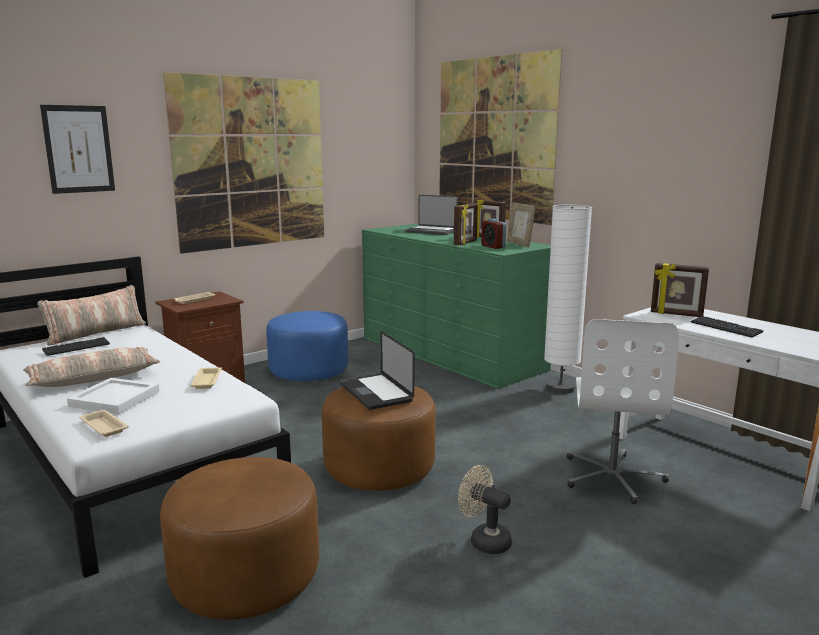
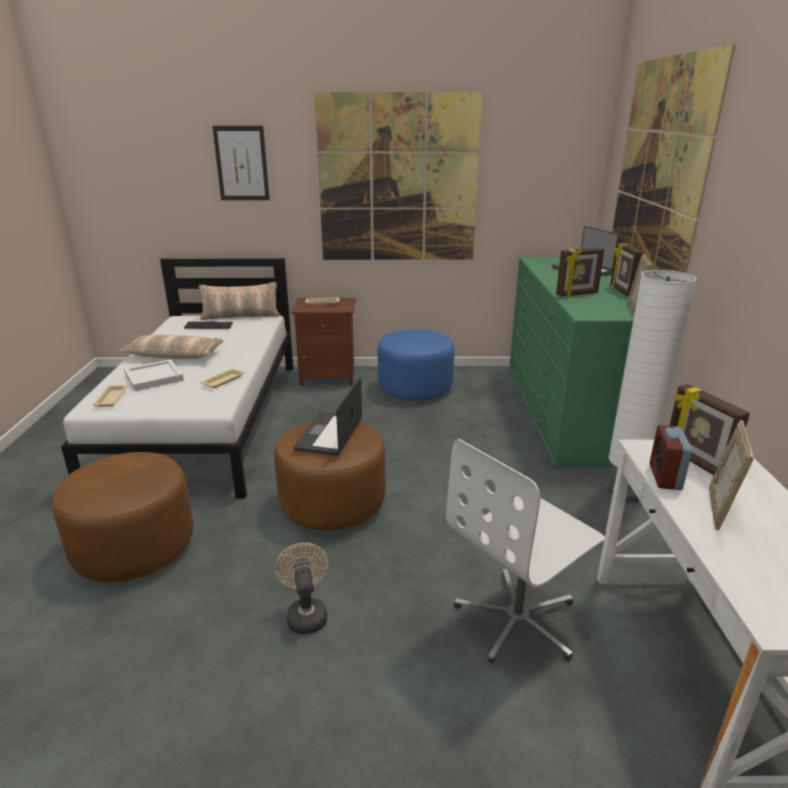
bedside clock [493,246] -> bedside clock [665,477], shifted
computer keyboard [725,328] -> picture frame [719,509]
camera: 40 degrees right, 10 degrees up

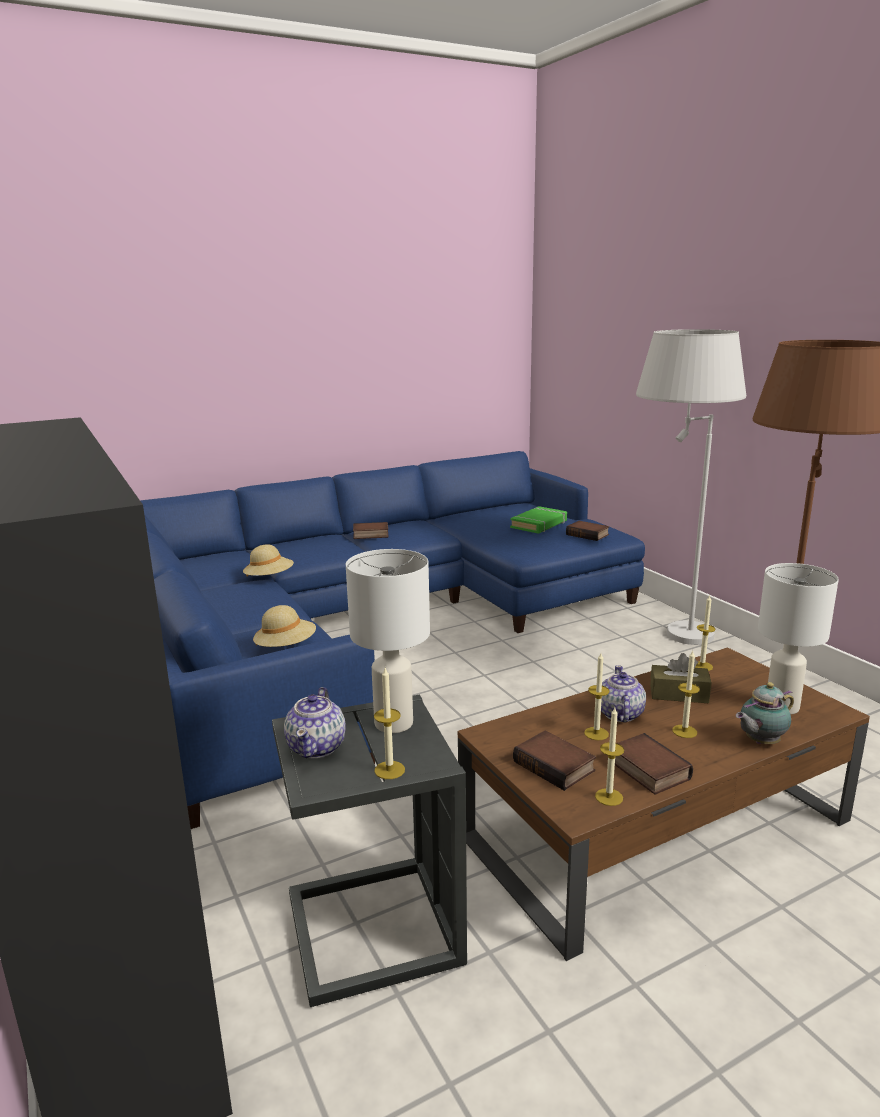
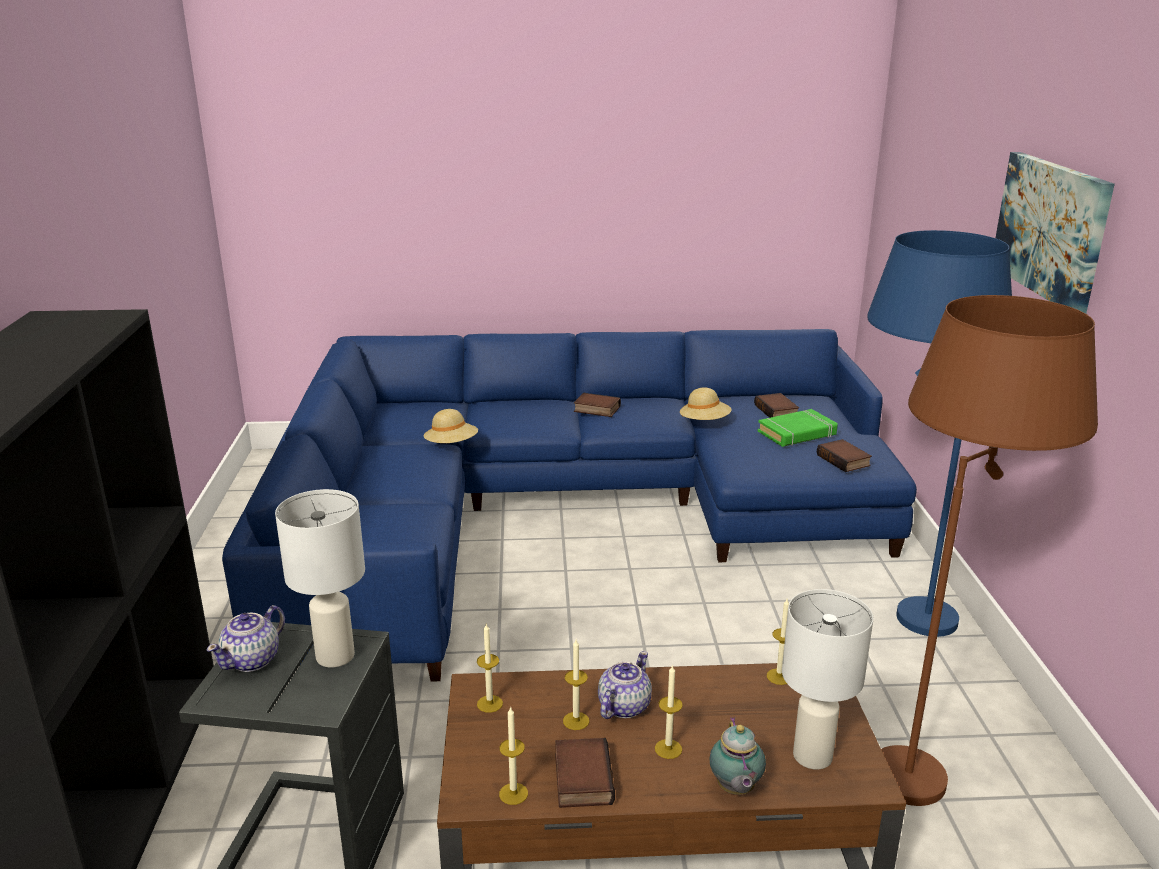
candle [389,770] -> candle [489,704], shifted
sand-coloured wearable hat [286,647] -> sand-coloured wearable hat [704,422], shifted
tea pot [760,742] -> tea pot [735,789], 90 degrees counterclockwise
volume [556,766] -> volume [777,411], shifted
white-coloured standard lamp [669,639] -> blue standard lamp [893,618]
none -> wall art [1051,229]
brownish tissue holder [679,694] -> none
camera: 25 degrees right, 5 degrees up

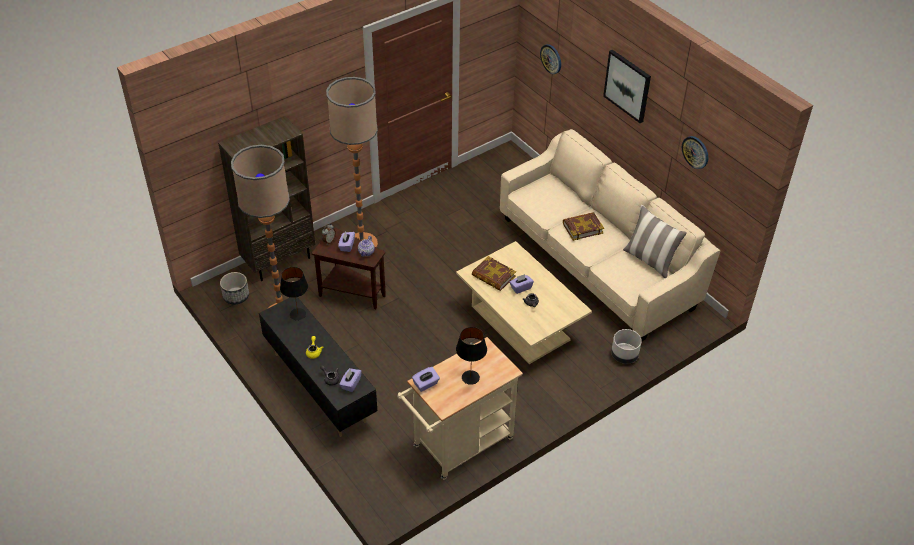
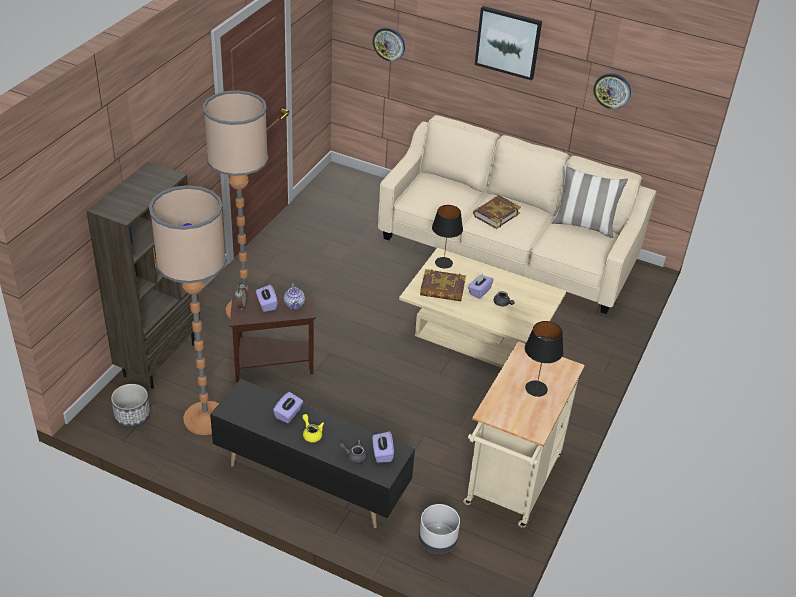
purple-coloured tissue holder [426,384] -> purple-coloured tissue holder [288,414], shifted
greyish planter [624,355] -> greyish planter [438,541], shifted
black lamp for a table [298,314] -> black lamp for a table [444,263], shifted
camera: 30 degrees left, 5 degrees down

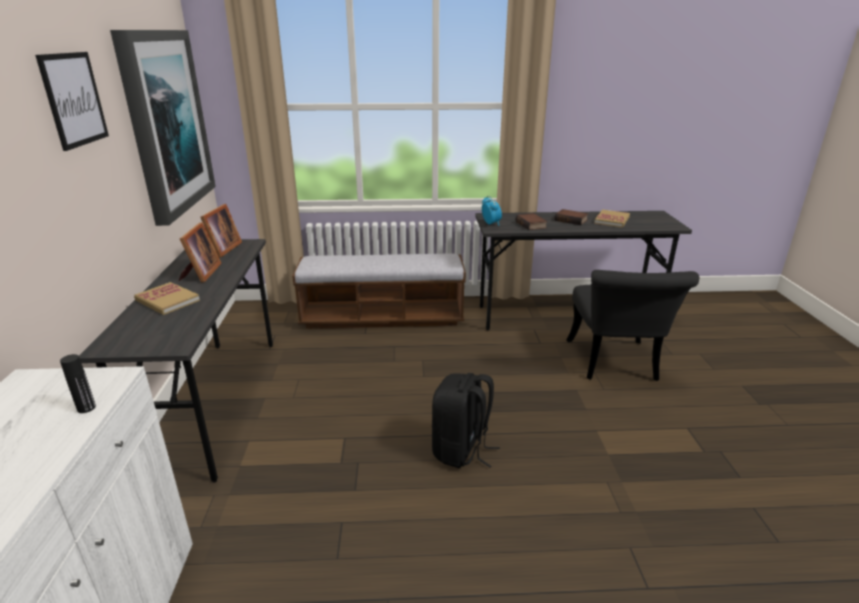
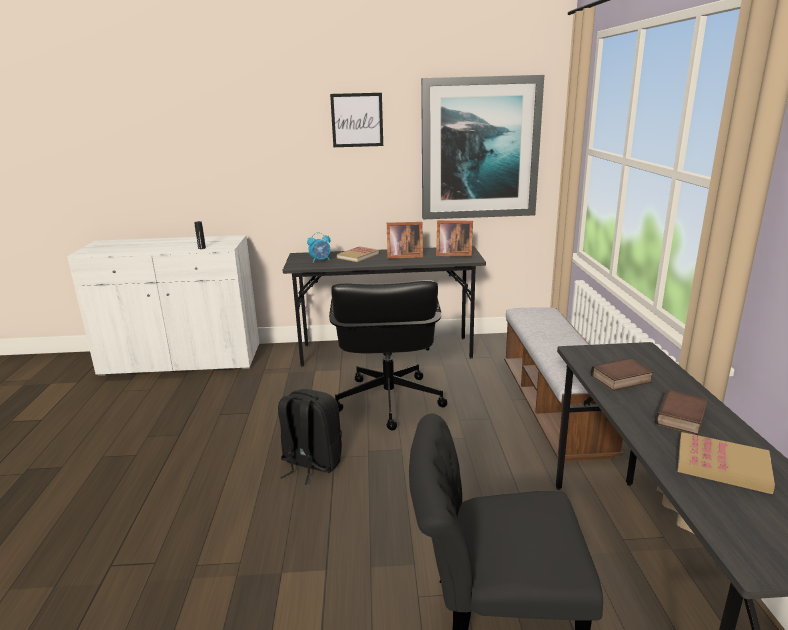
bedside clock [491,224] -> bedside clock [320,260], shifted
none -> black office chair [388,401]
camera: 90 degrees right, 5 degrees down

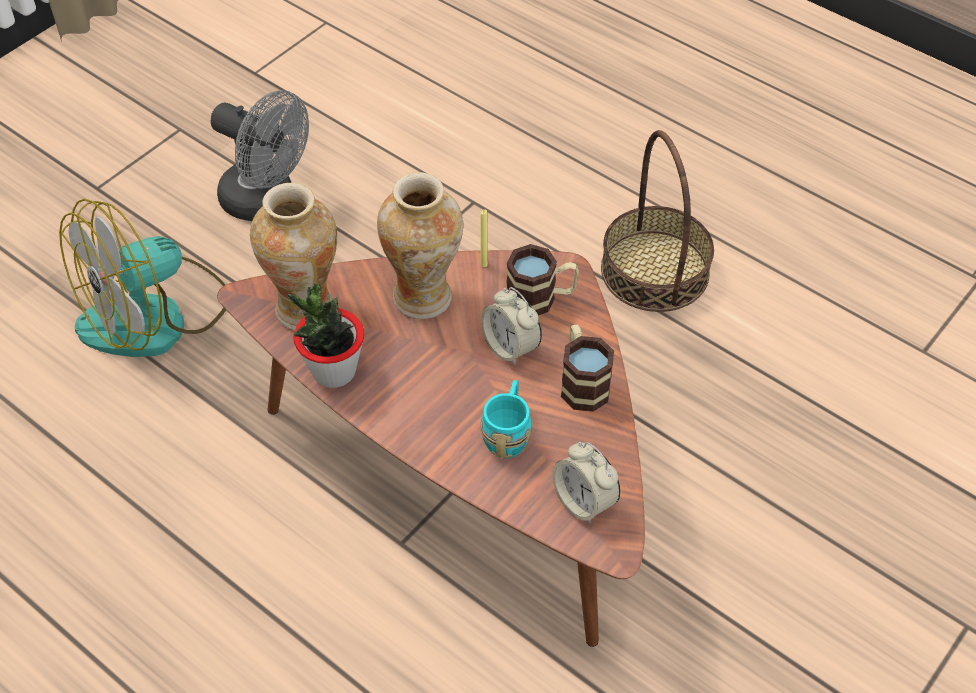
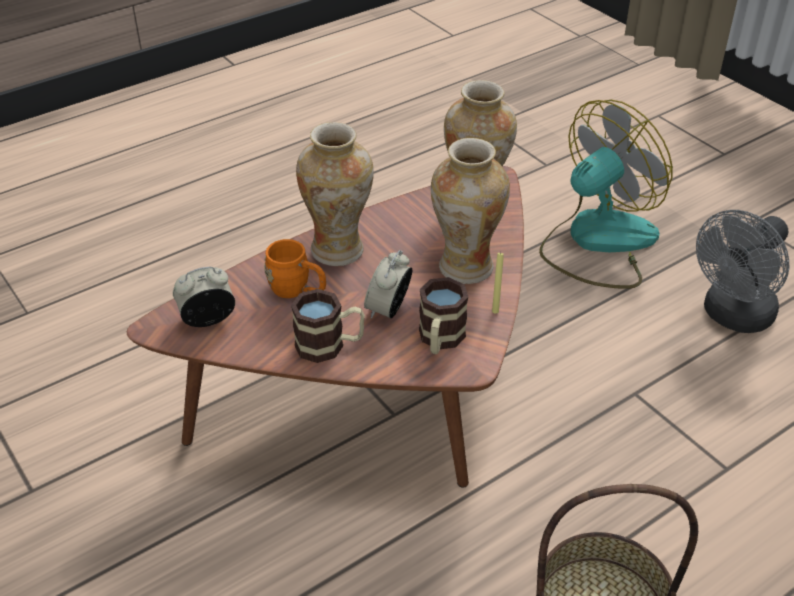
turquoise-coloured coffee mug [508,433] -> orange coffee mug [297,291]
none -> flower vase [338,251]
bedside clock [510,347] -> bedside clock [388,309], 45 degrees counterclockwise
fan [155,316] -> fan [597,242], 75 degrees clockwise
houseplant [333,371] -> none
camera: 105 degrees right, 10 degrees down

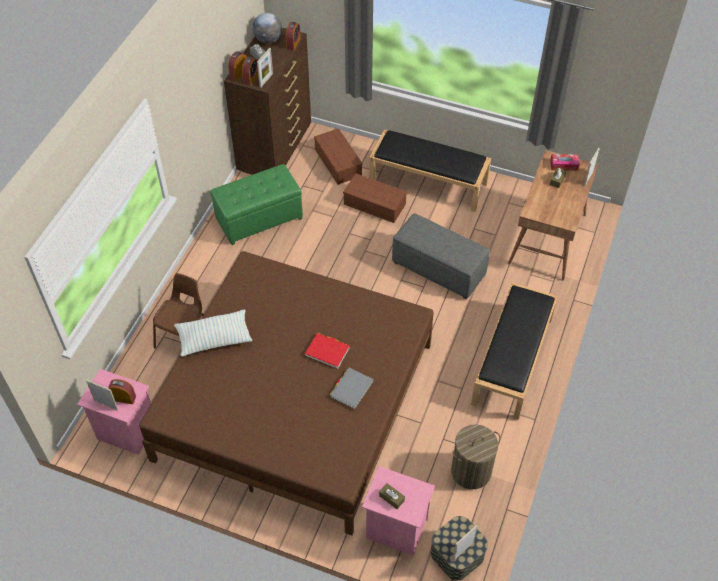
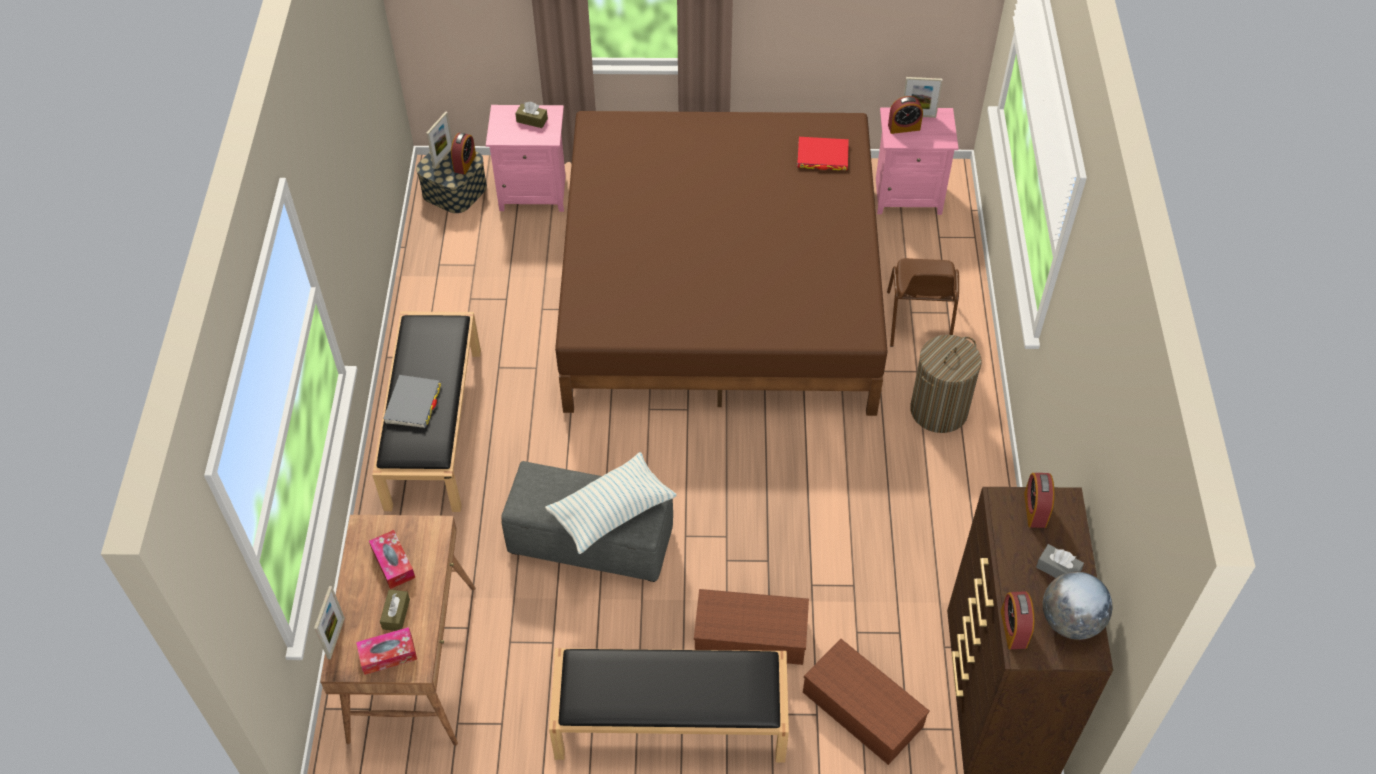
none -> tissue holder [393,563]
greyish volume [351,389] -> greyish volume [413,403], shifted
bedside clock [239,73] -> bedside clock [465,163], shifted
throw pillow [214,338] -> throw pillow [611,511], shifted
reddish volume [327,352] -> reddish volume [822,156], shifted
washing basket [471,471] -> washing basket [939,410], shifted
green footrest [259,218] -> none
picture frame [266,80] -> none
camera: 160 degrees right, 0 degrees up

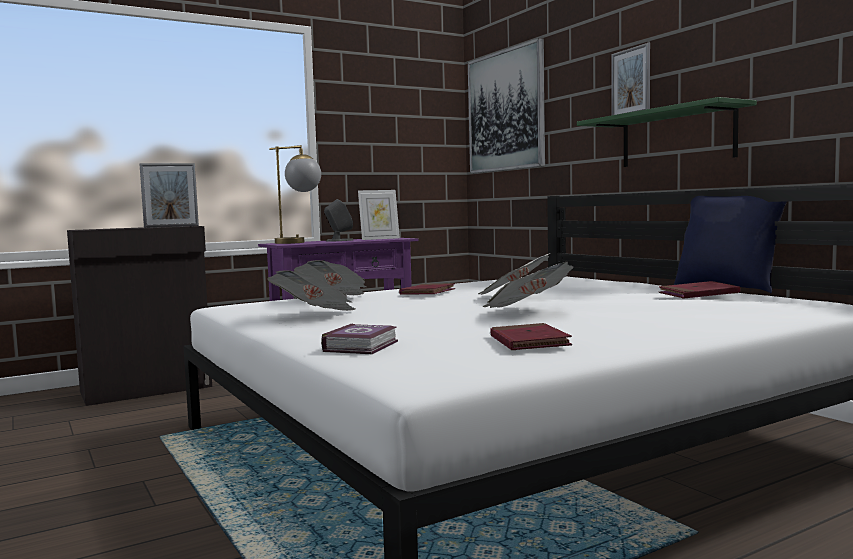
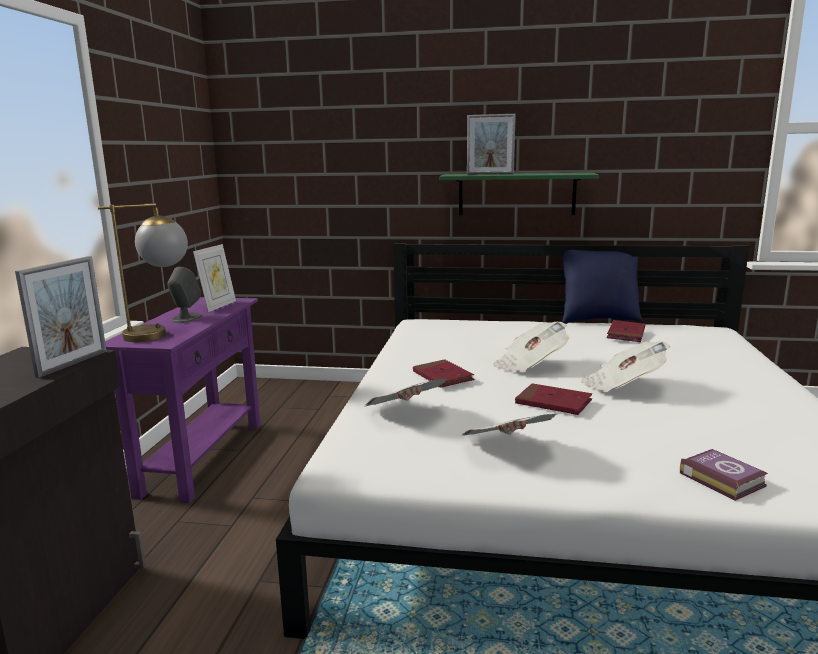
reddish volume [529,342] -> reddish volume [553,403], shifted
wall art [506,111] -> none
camera: 50 degrees left, 10 degrees up

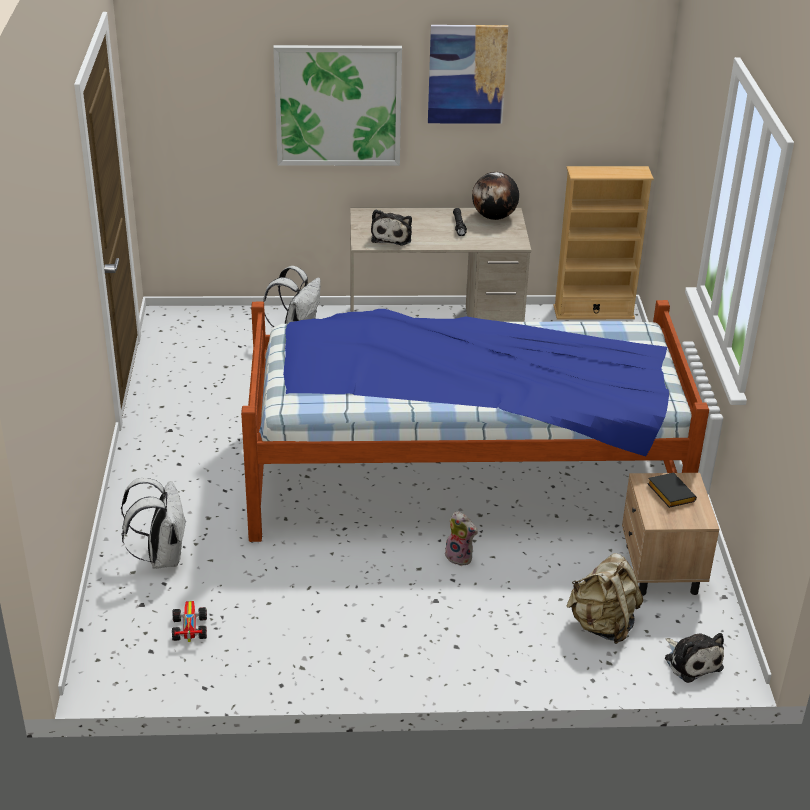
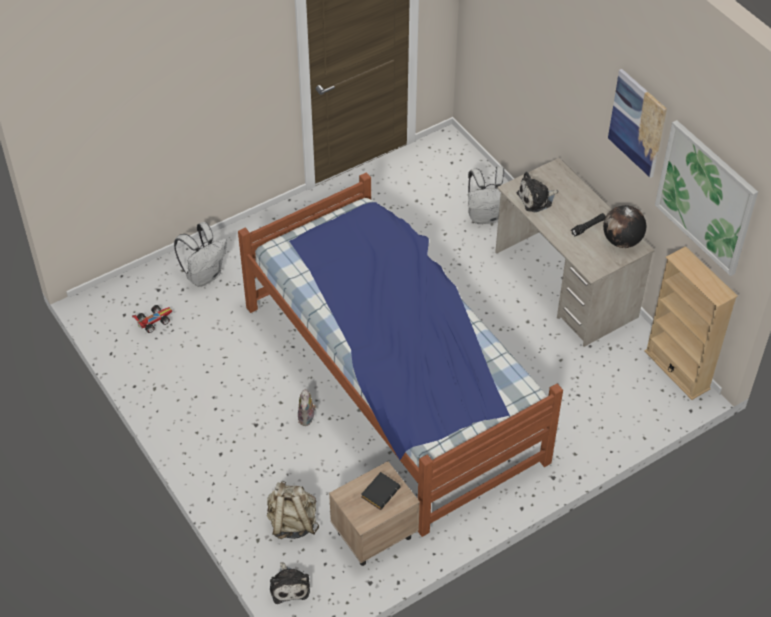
soft toy [691,661] -> soft toy [289,586], 45 degrees counterclockwise
wall art [338,105] -> wall art [706,197], shifted
camera: 60 degrees right, 15 degrees up

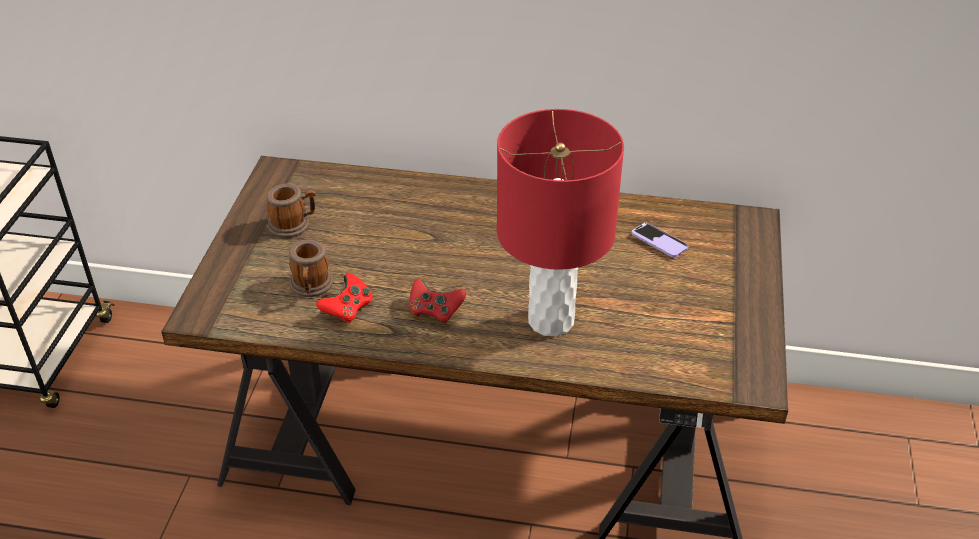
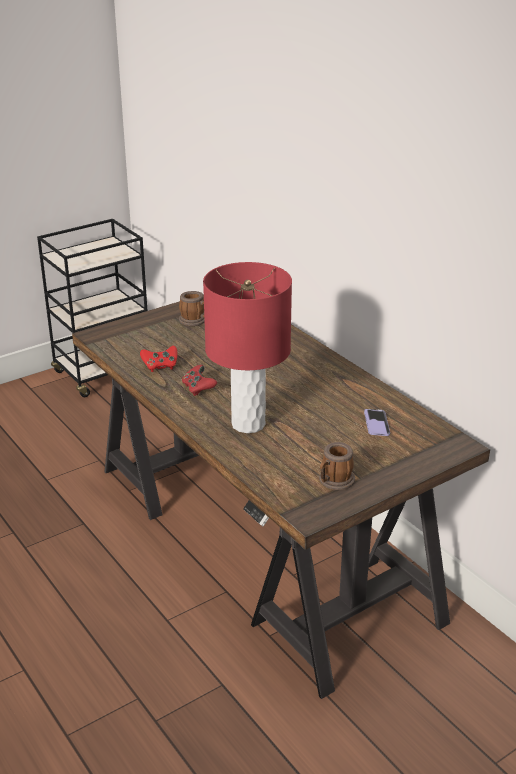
coffee mug [311,287] -> coffee mug [334,482], shifted
camera: 45 degrees right, 10 degrees down

